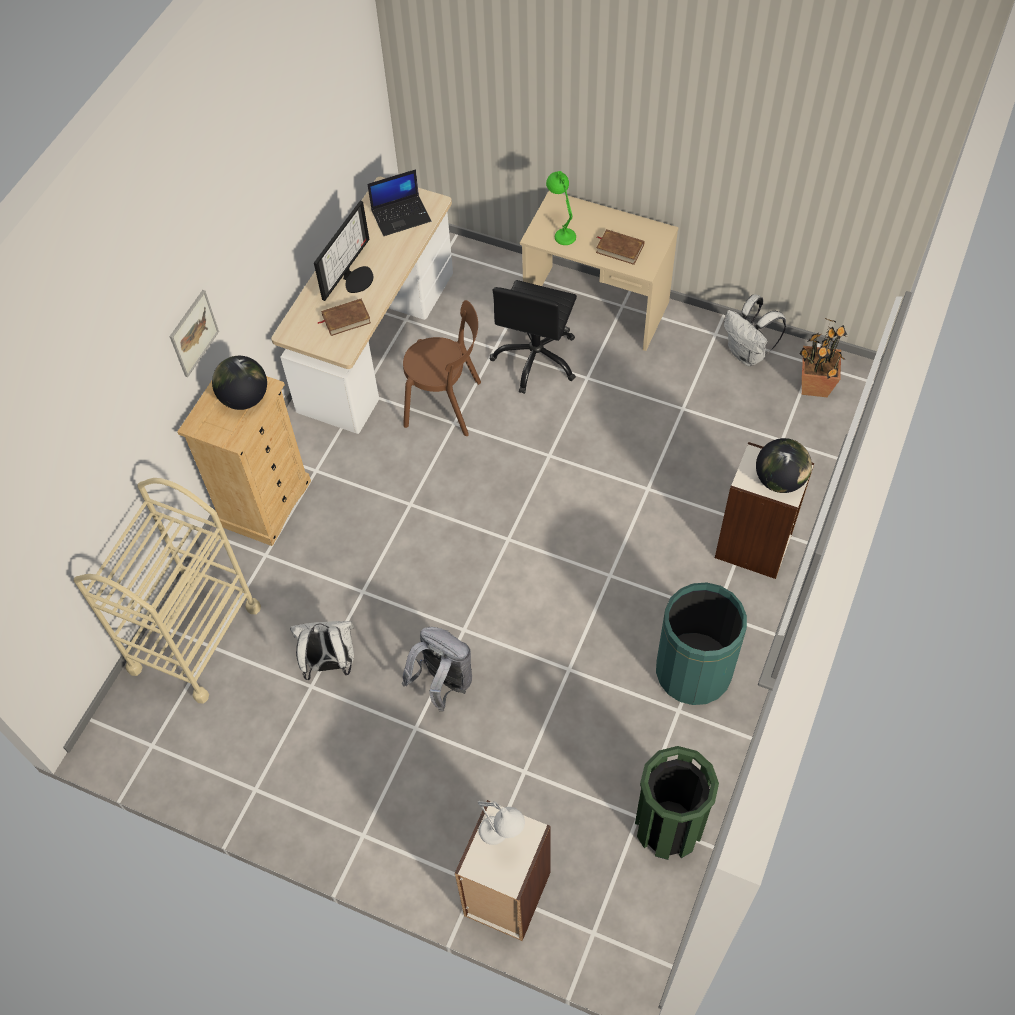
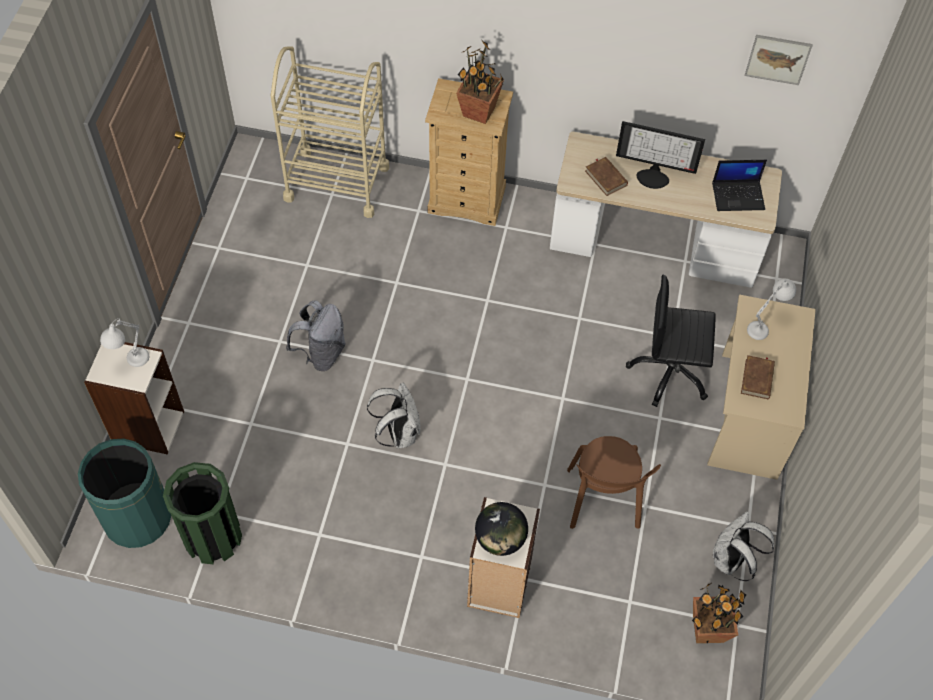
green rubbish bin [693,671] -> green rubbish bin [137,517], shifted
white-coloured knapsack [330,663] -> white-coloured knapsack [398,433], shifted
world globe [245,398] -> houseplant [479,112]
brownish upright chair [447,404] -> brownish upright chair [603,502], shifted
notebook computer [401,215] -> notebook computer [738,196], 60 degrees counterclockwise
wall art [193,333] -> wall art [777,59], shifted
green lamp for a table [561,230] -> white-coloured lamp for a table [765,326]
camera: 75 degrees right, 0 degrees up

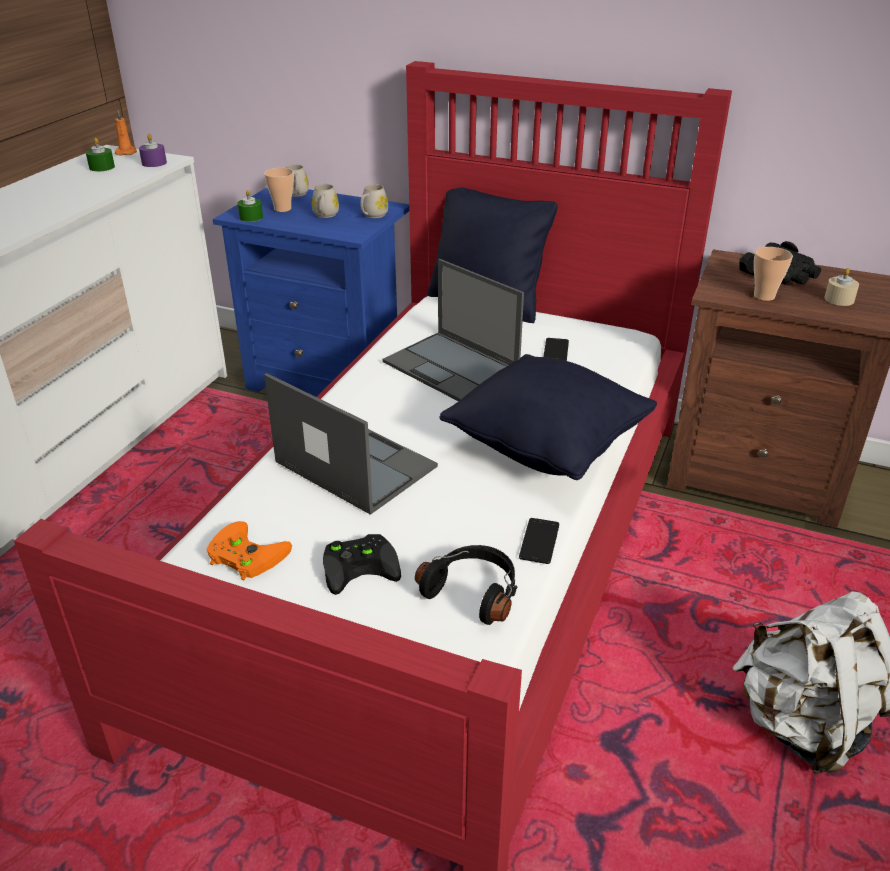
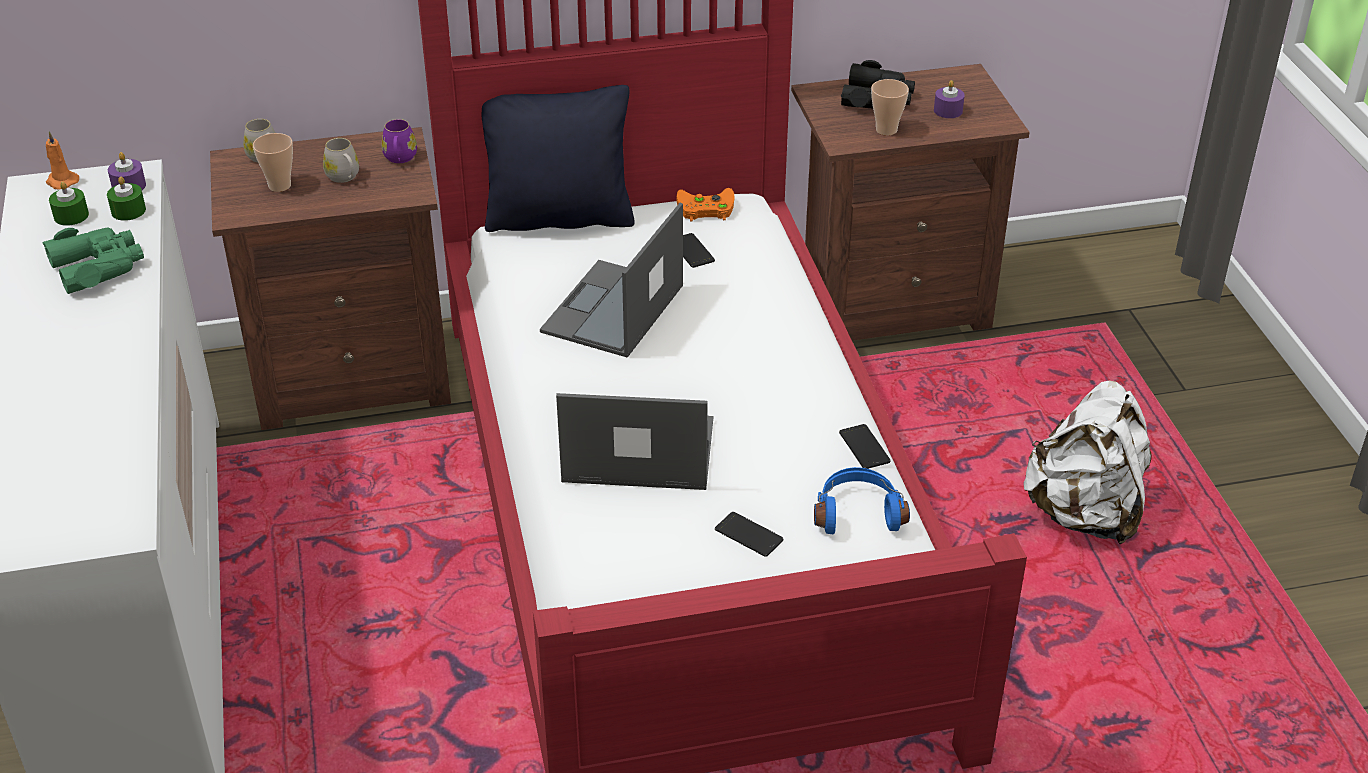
none -> green binoculars [98,267]
green candle [251,217] -> green candle [128,211], shifted
blue nightstand [329,380] -> brownish nightstand [354,377]
white-coloured coffee mug [372,215] -> purple-coloured coffee mug [400,159]
notebook computer [452,367] -> notebook computer [612,310], 105 degrees clockwise
orange game controller [243,555] -> orange game controller [704,208], shifted
black game controller [362,565] -> telephone [748,535]
black pair of headphones [473,591] -> blue pair of headphones [857,512]
sand-coloured candle [839,299] -> purple-coloured candle [948,110]
black throw pillow [546,448] -> none
camera: 35 degrees left, 5 degrees up

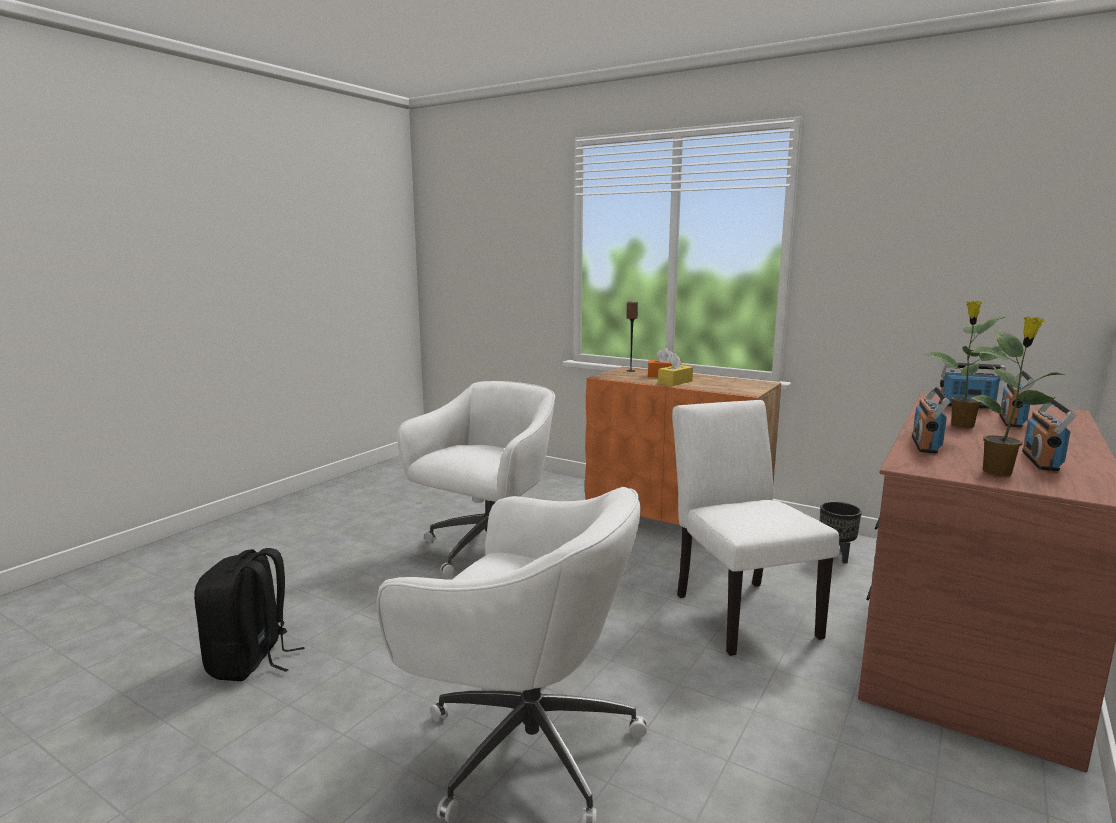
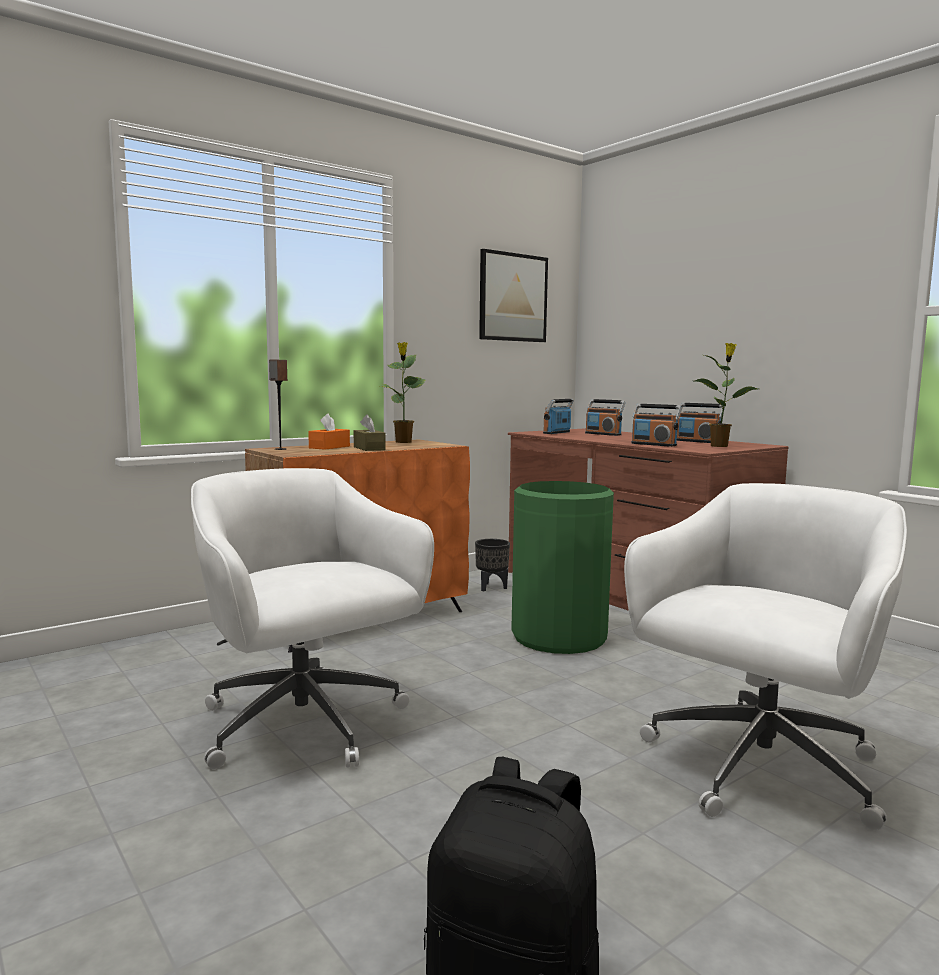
yellow-coloured tissue holder [675,382] -> brownish tissue holder [369,448]
houseplant [961,425] -> houseplant [403,442], shifted
none -> wall art [513,297]
white-coloured upright chair [739,610] -> green rubbish bin [558,637]
camera: 70 degrees left, 5 degrees down

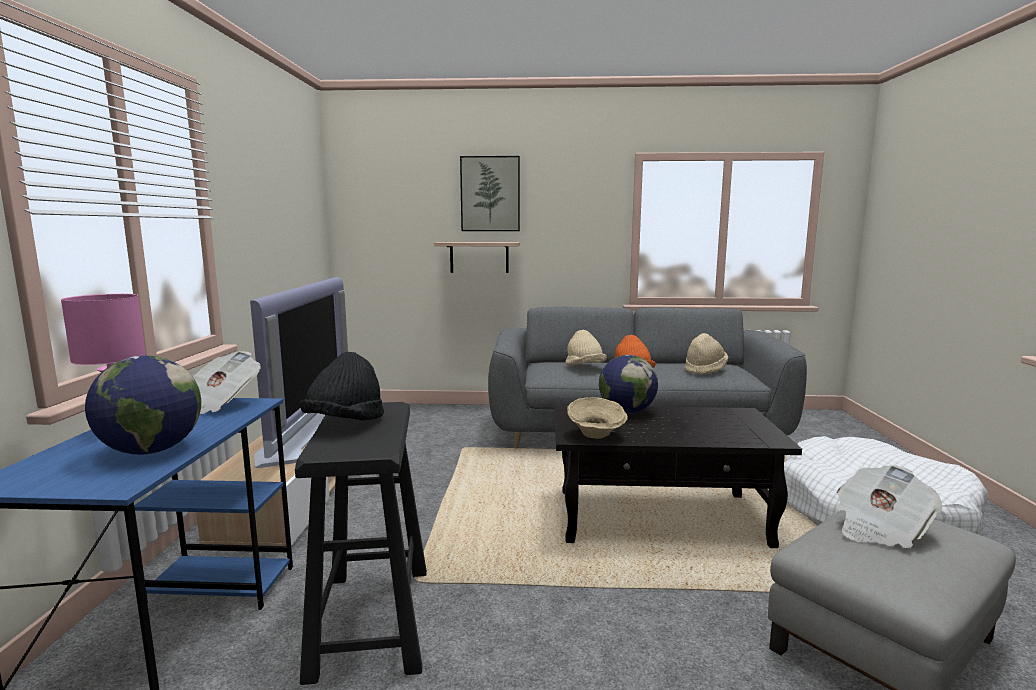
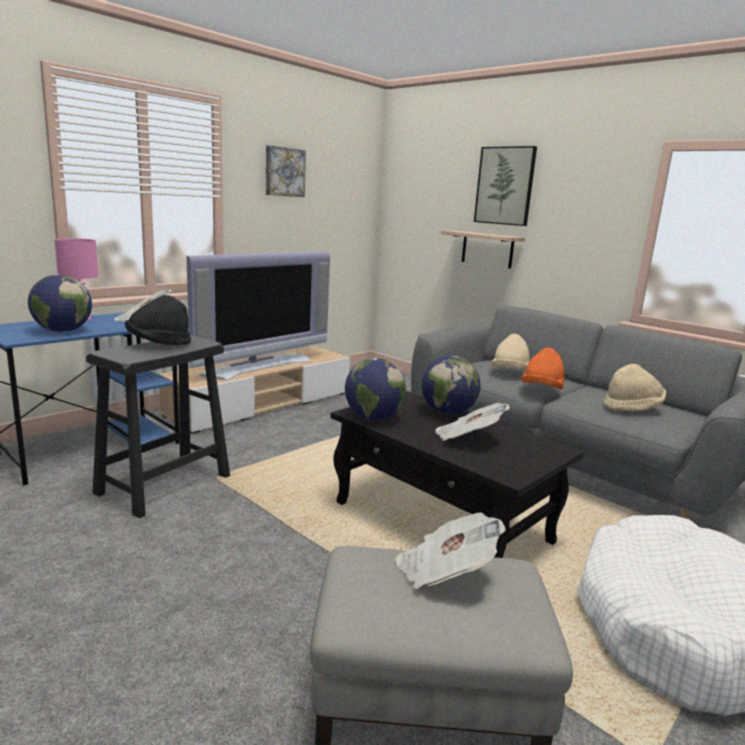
none -> wall art [284,172]
sand-coloured deep dish [596,435] -> world globe [373,417]
none -> printed paper [467,438]
camera: 40 degrees right, 5 degrees up

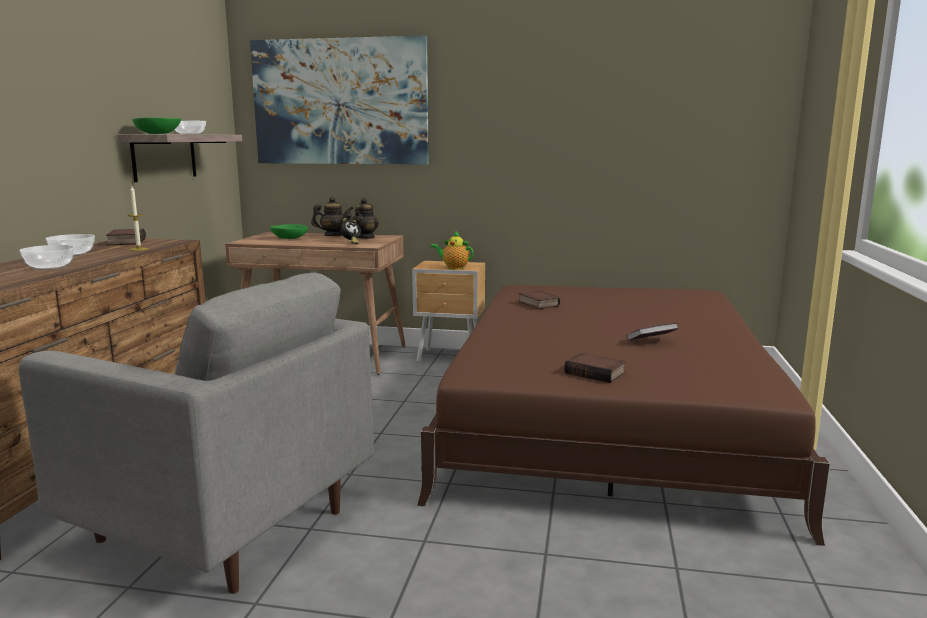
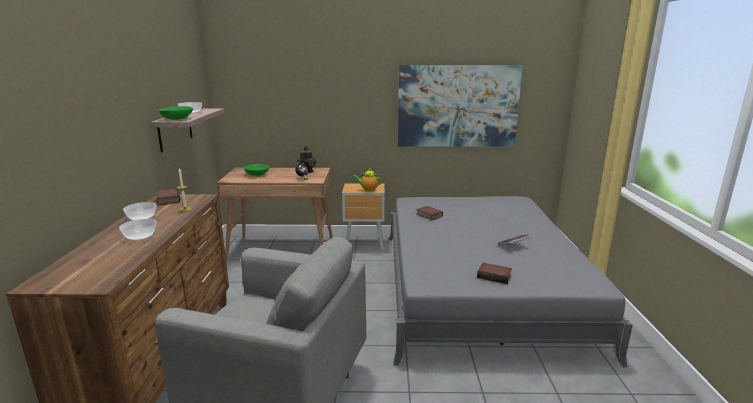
brownish bed [607,420] -> greyish bed [478,287]
wall art [340,102] -> wall art [457,106], shifted
tea pot [333,235] -> none
camera: 10 degrees left, 5 degrees up

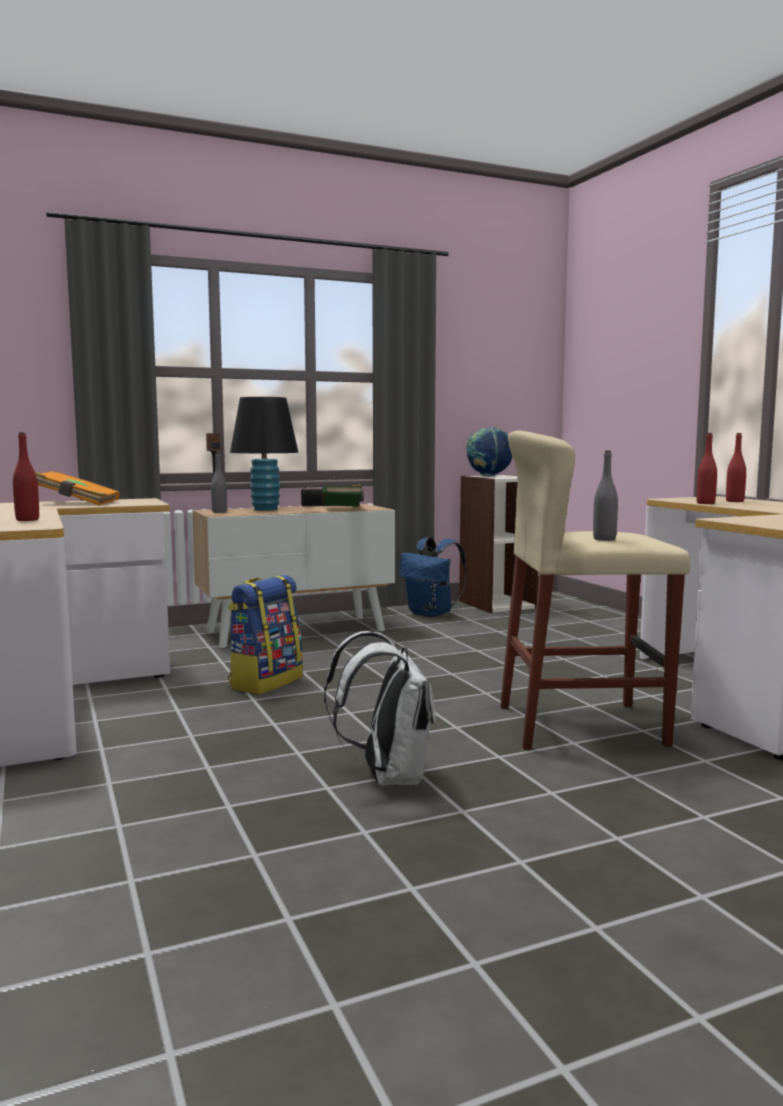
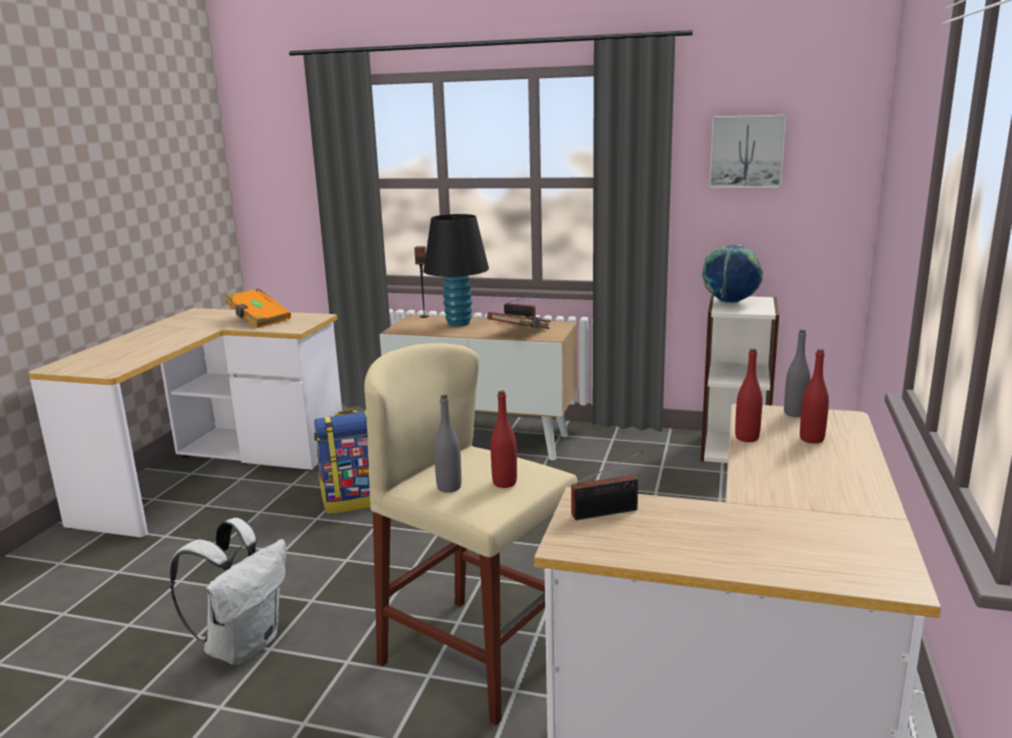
green volume [343,508] -> brownish volume [521,333]
reddish bottle [27,520] -> reddish bottle [504,483], shifted
none -> radio set [608,512]
none -> wall art [746,151]
greyish bottle [219,512] -> greyish bottle [795,413], shifted
blue knapsack [432,613] -> none
camera: 40 degrees right, 10 degrees up

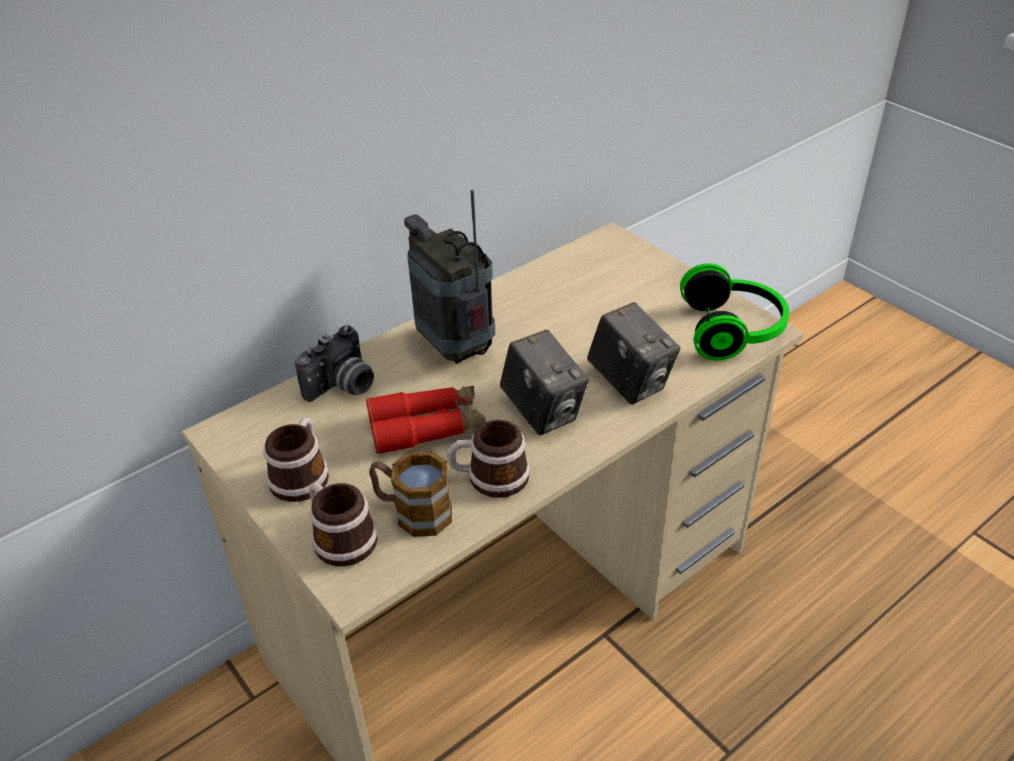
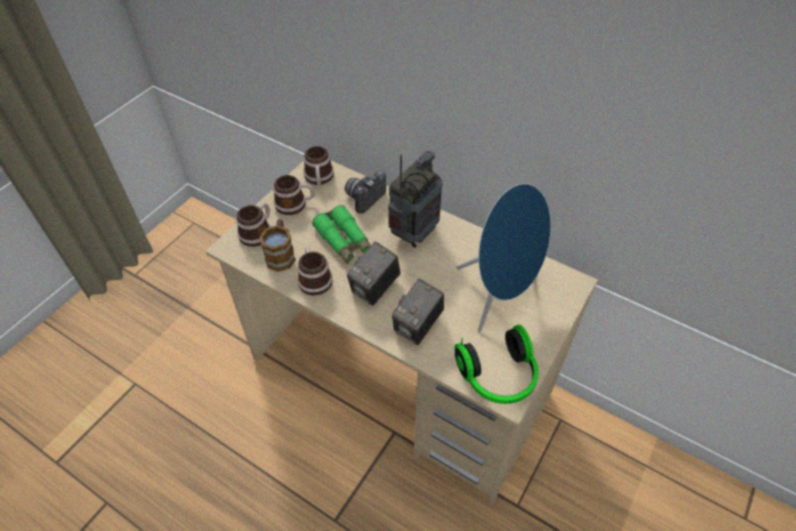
none -> coffee mug [319,179]
reddish binoculars [427,427] -> green binoculars [344,241]
photo camera [343,387] -> photo camera [364,197], 105 degrees clockwise
none -> blue speaker [499,295]
camera: 70 degrees right, 10 degrees up

